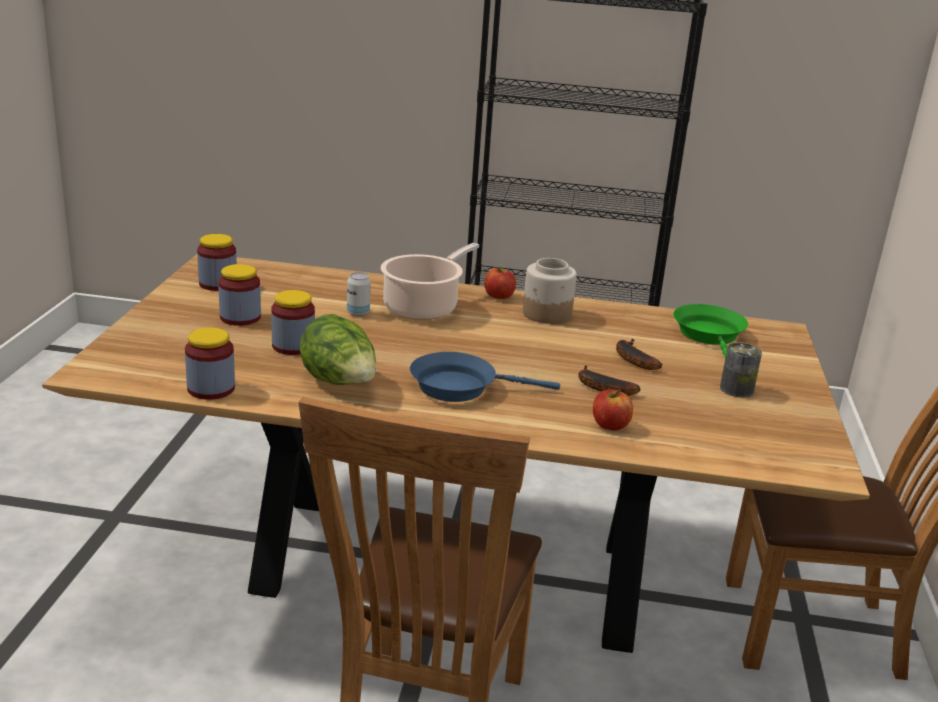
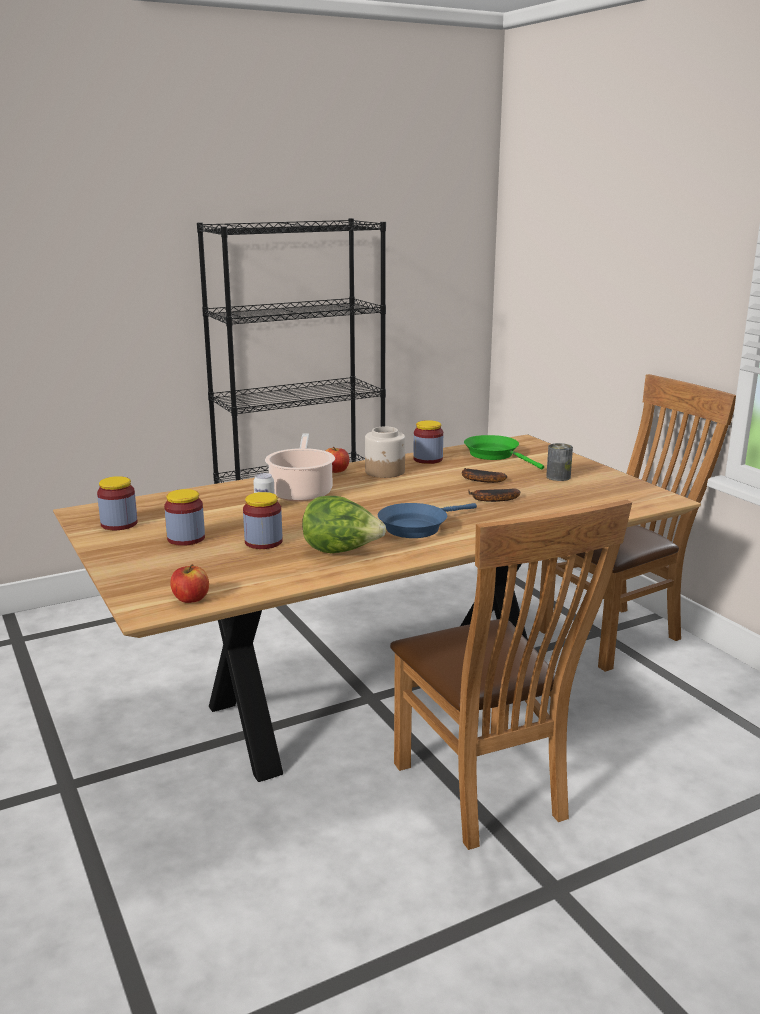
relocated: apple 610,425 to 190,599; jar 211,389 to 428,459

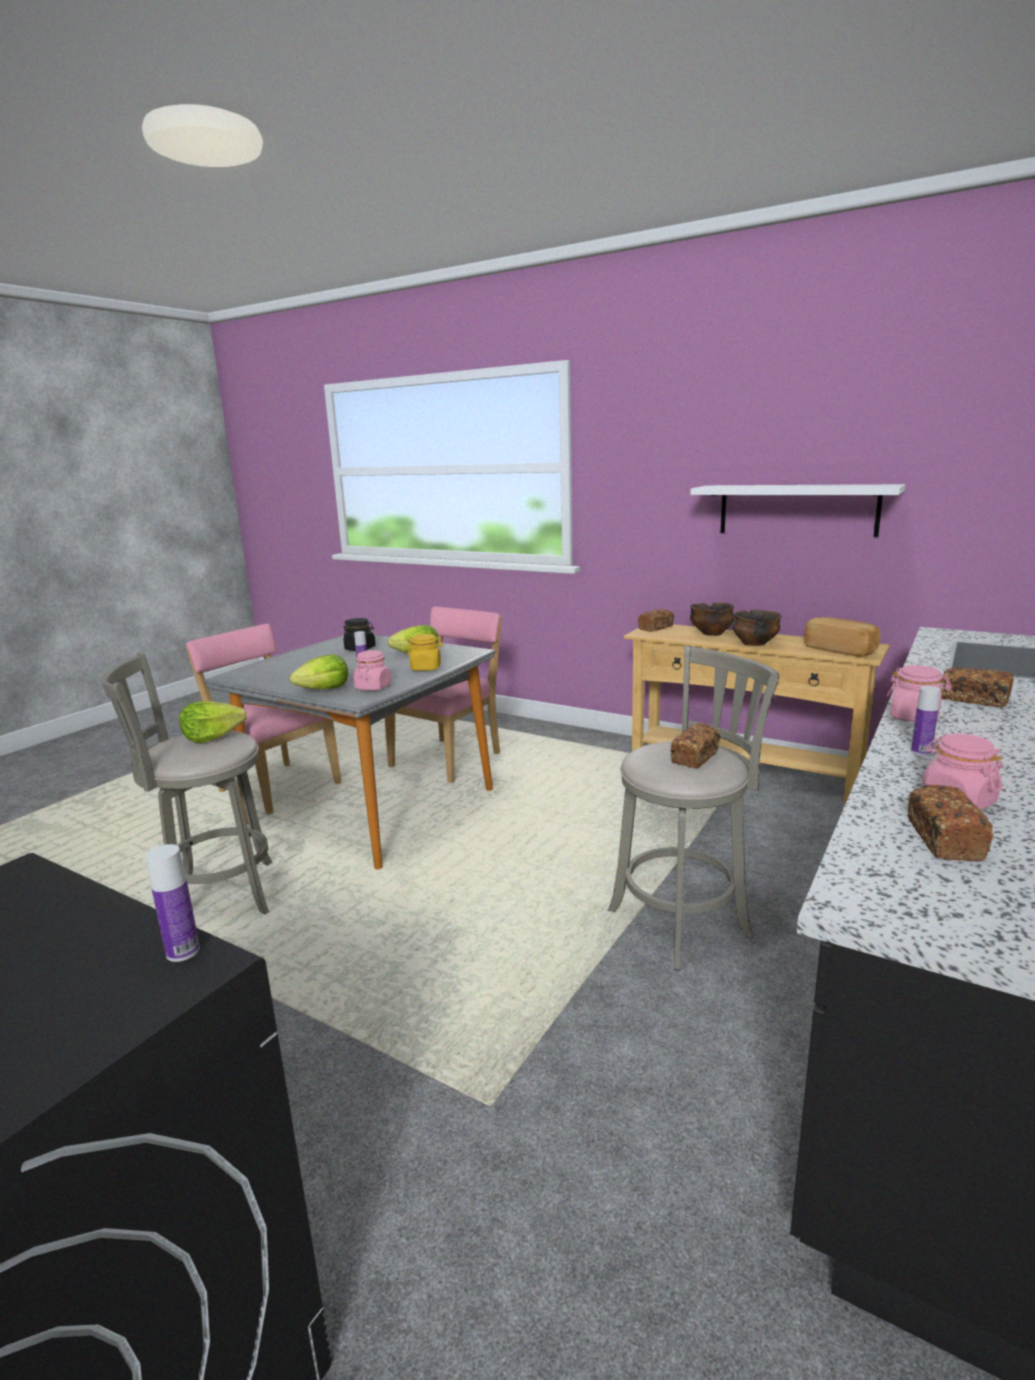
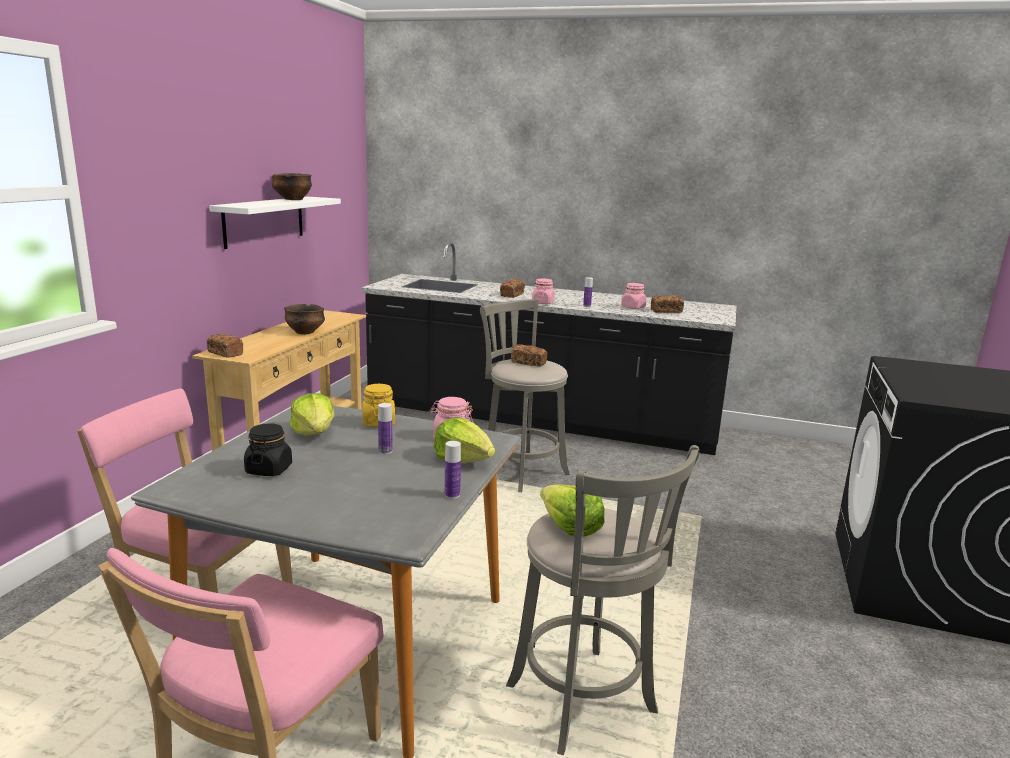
missing: bread 840,650
relocated: bowl 711,633 to 293,199; bottle 183,951 to 452,495

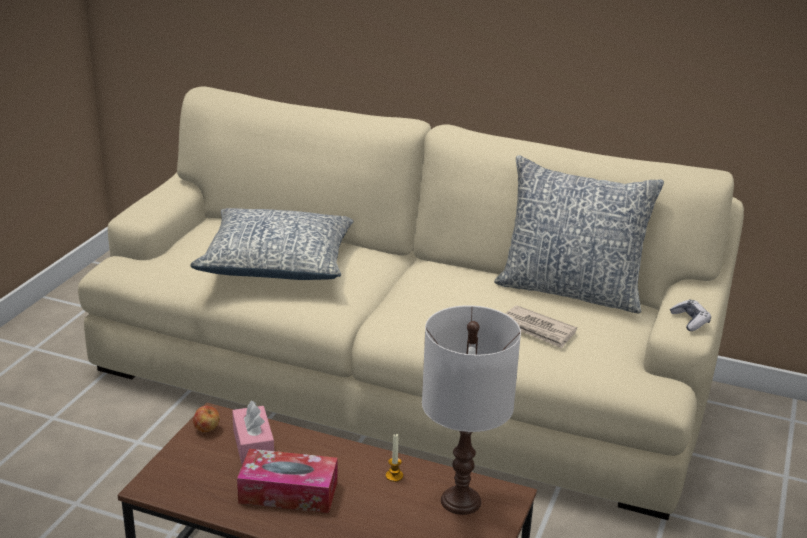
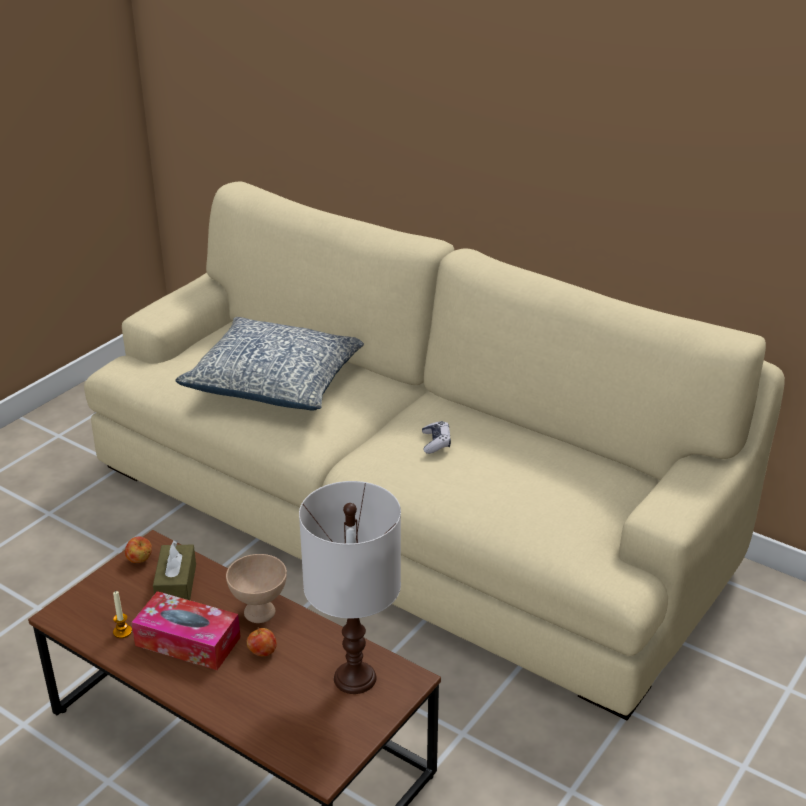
missing: pillow 570,290; newspaper 537,330
appeared: bowl/beige 259,613; apple 262,652
relocated: candle 394,476 to 122,632; game controller 690,321 to 436,442
colour: tissue box/pink 253,446 to tissue box/brown 176,584

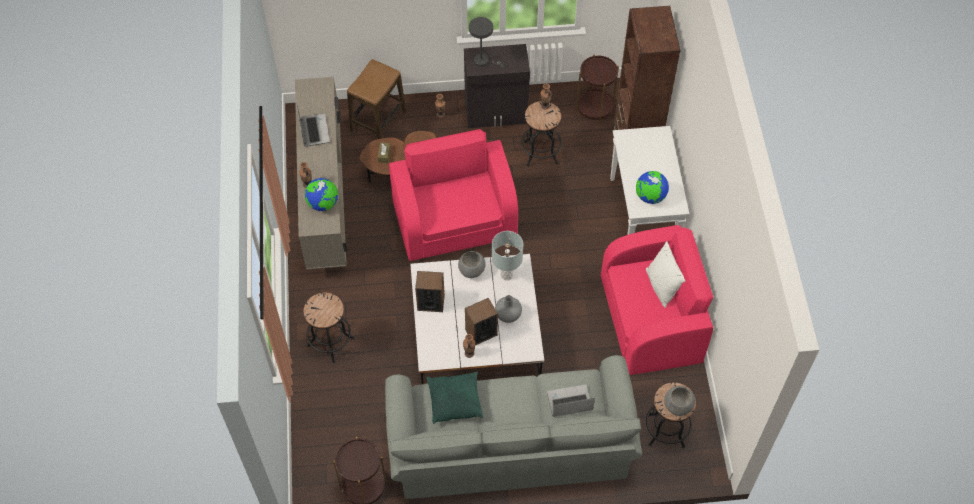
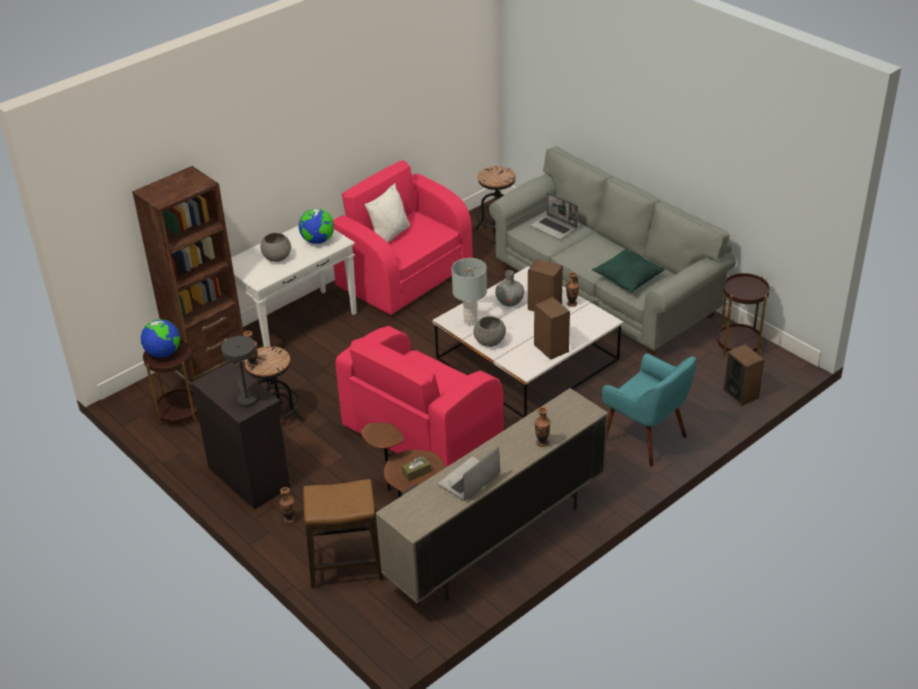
appeared: speaker 741,394
relocated: globe 323,204 to 163,353; bowl/grey 677,406 to 277,258
exchanged: stool/black 330,342 to armchair/turquoise 646,438

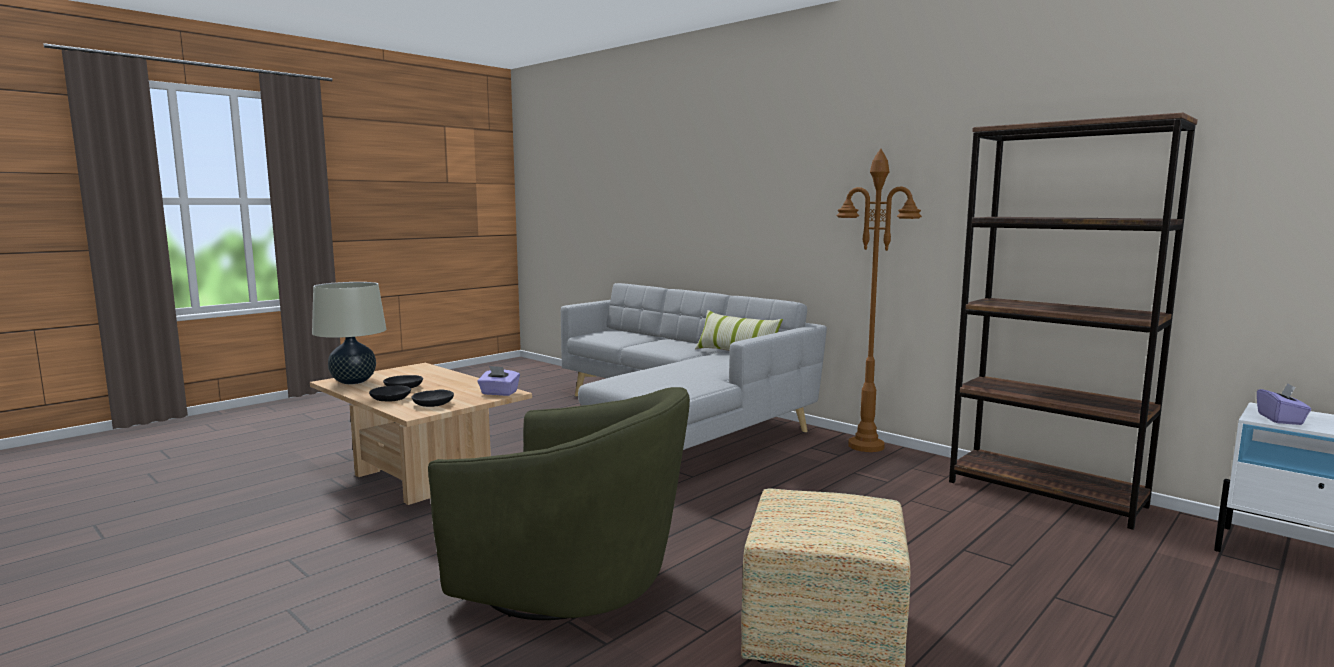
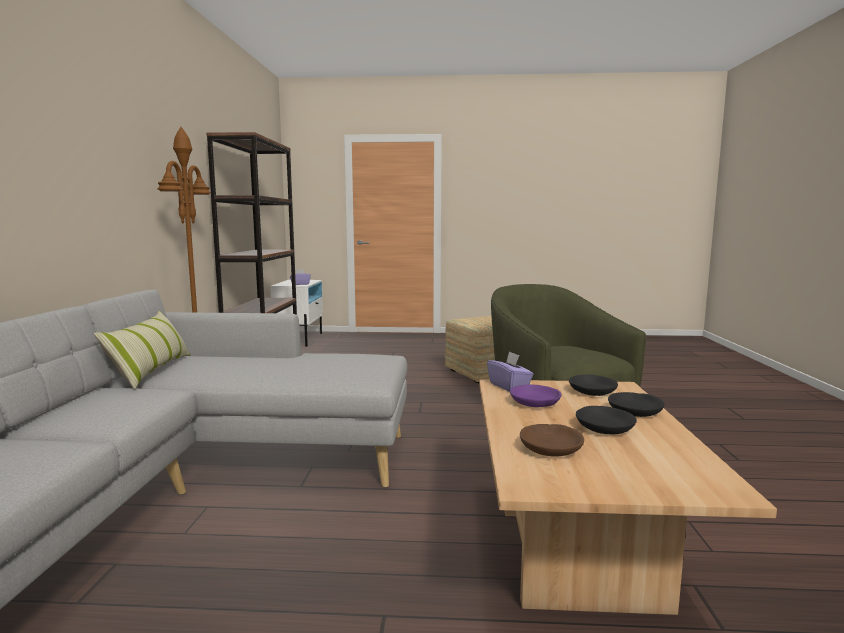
missing: table lamp/beige 353,381
appeared: bowl/purple 535,403; bowl/brown 551,449

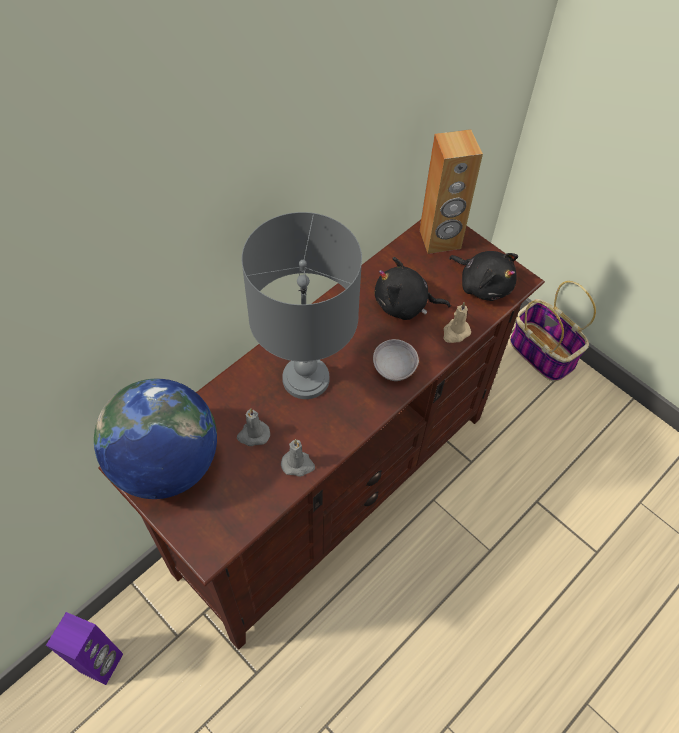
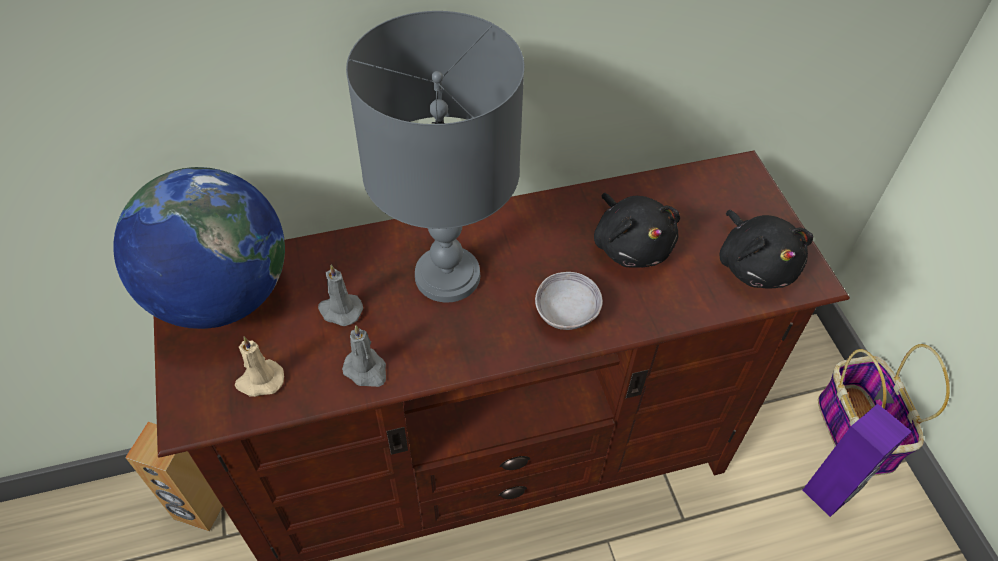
relocated: speaker/brown 440,240 to 200,509; candle/beige 455,332 to 259,381; speaker/purple 102,663 to 829,493
spun: plush toy/black 404,305 = 631,245 150 degrees counterclockwise

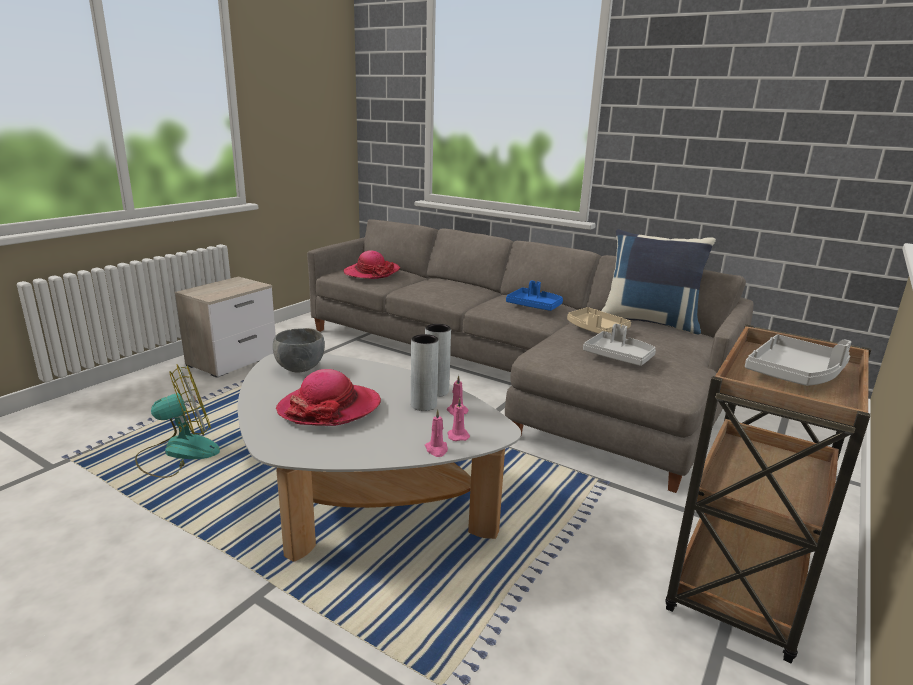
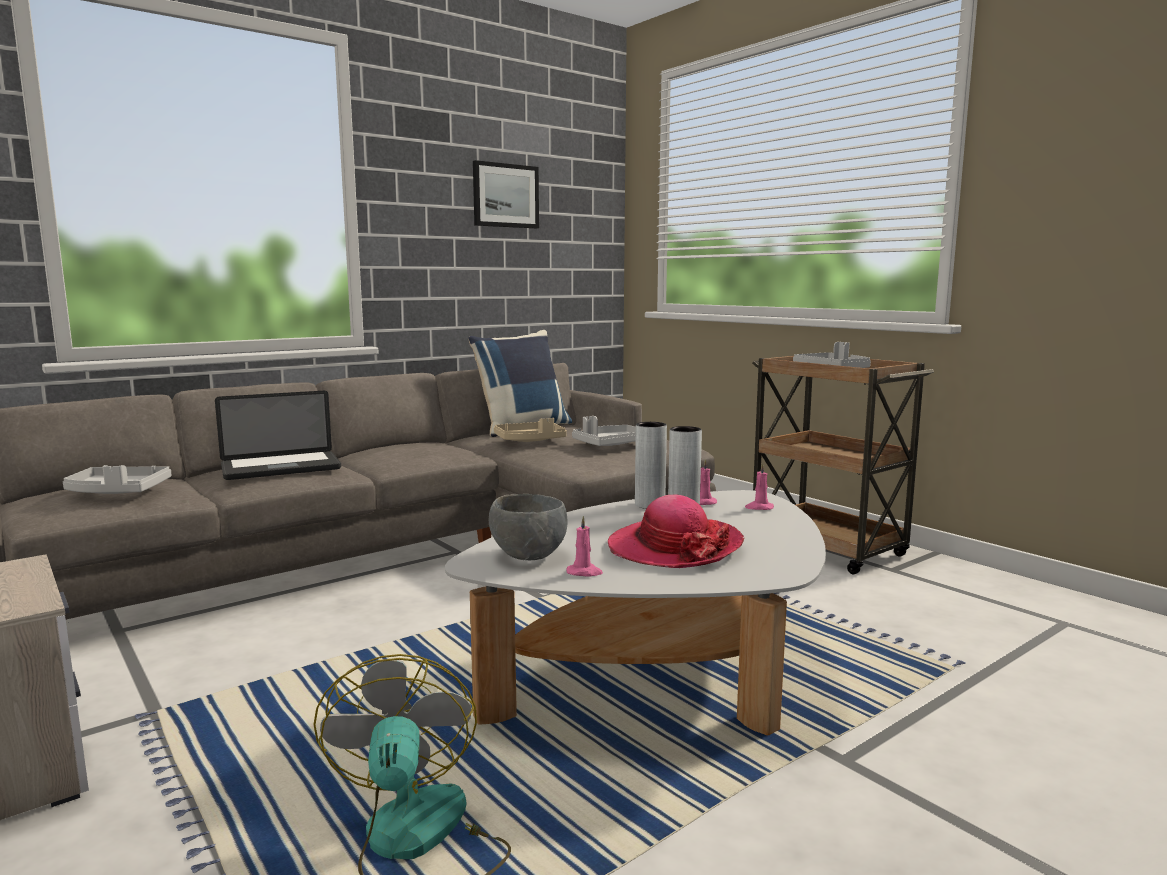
missing: tray/blue 534,306
appeared: laptop 281,468; picture 505,195
relocated: candle/pink 436,450 to 584,572
exchanged: hat 371,272 to tray/grey 117,492

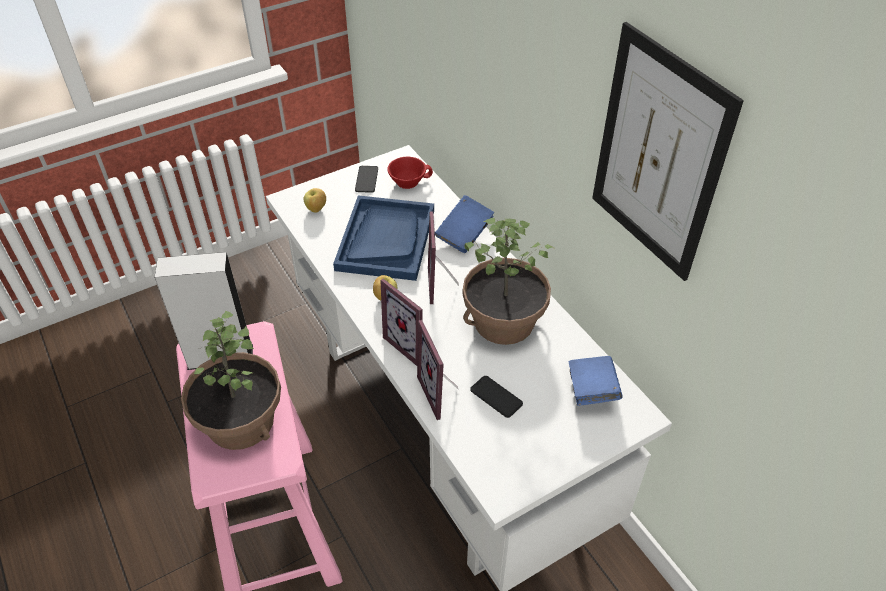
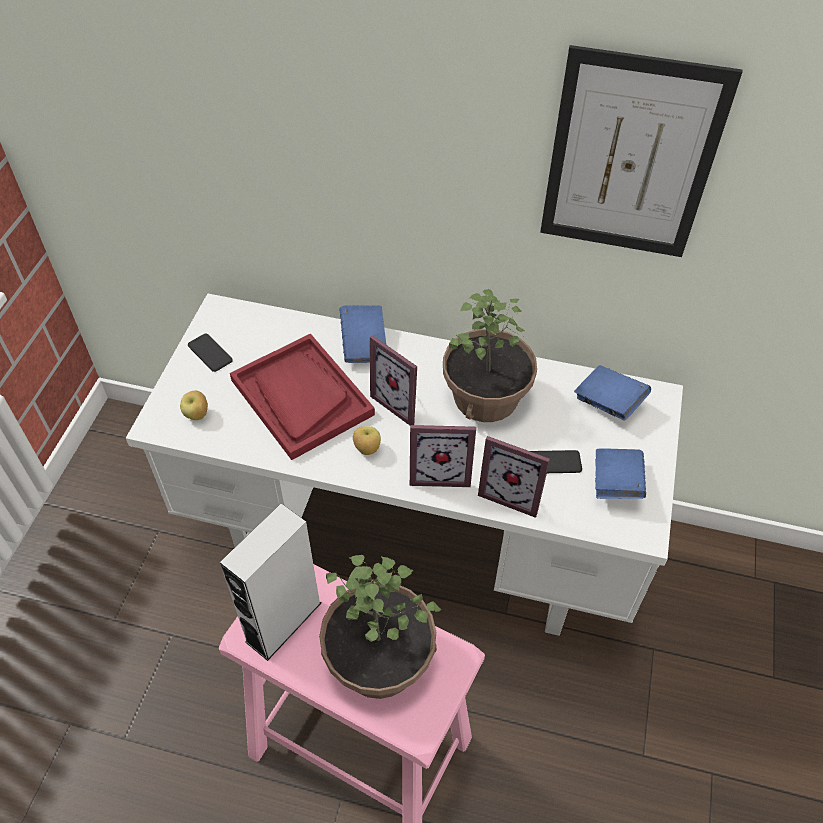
missing: cup/red 408,180
appeared: book/blue 616,483
colour: tray/blue 385,239 to tray/red 301,397

